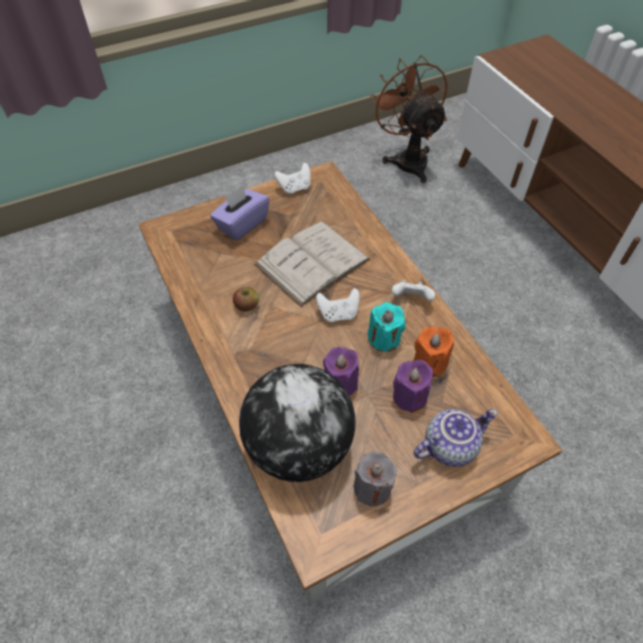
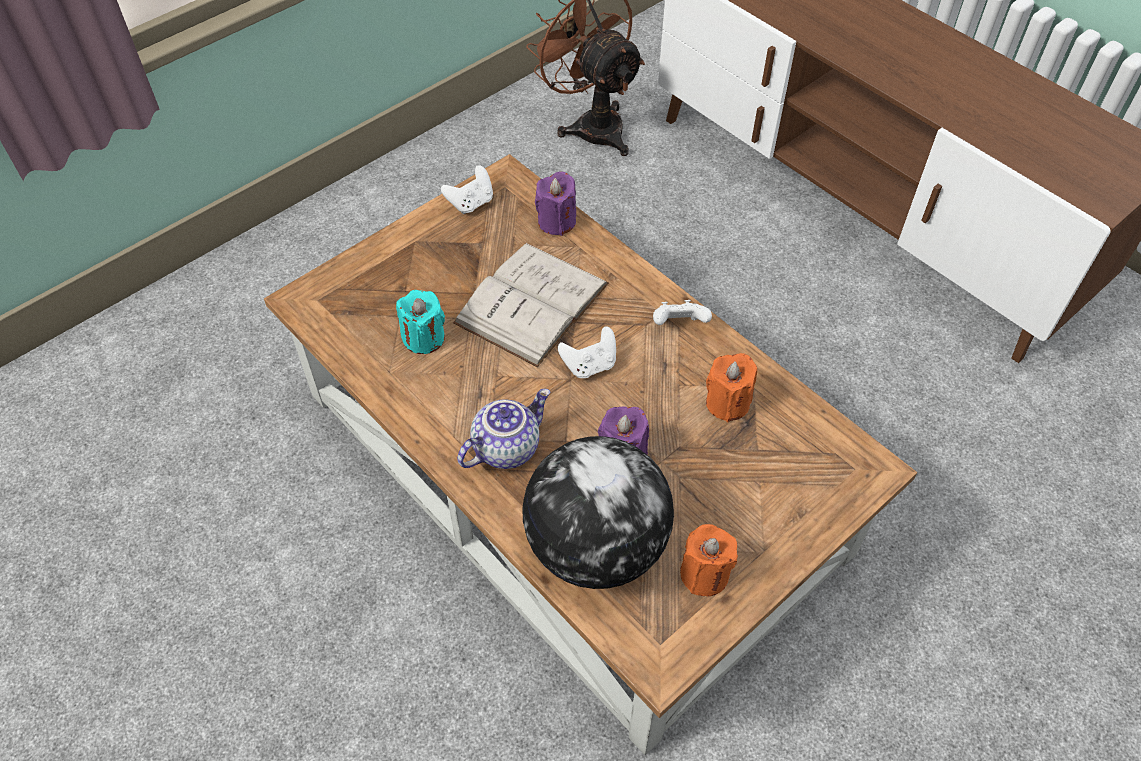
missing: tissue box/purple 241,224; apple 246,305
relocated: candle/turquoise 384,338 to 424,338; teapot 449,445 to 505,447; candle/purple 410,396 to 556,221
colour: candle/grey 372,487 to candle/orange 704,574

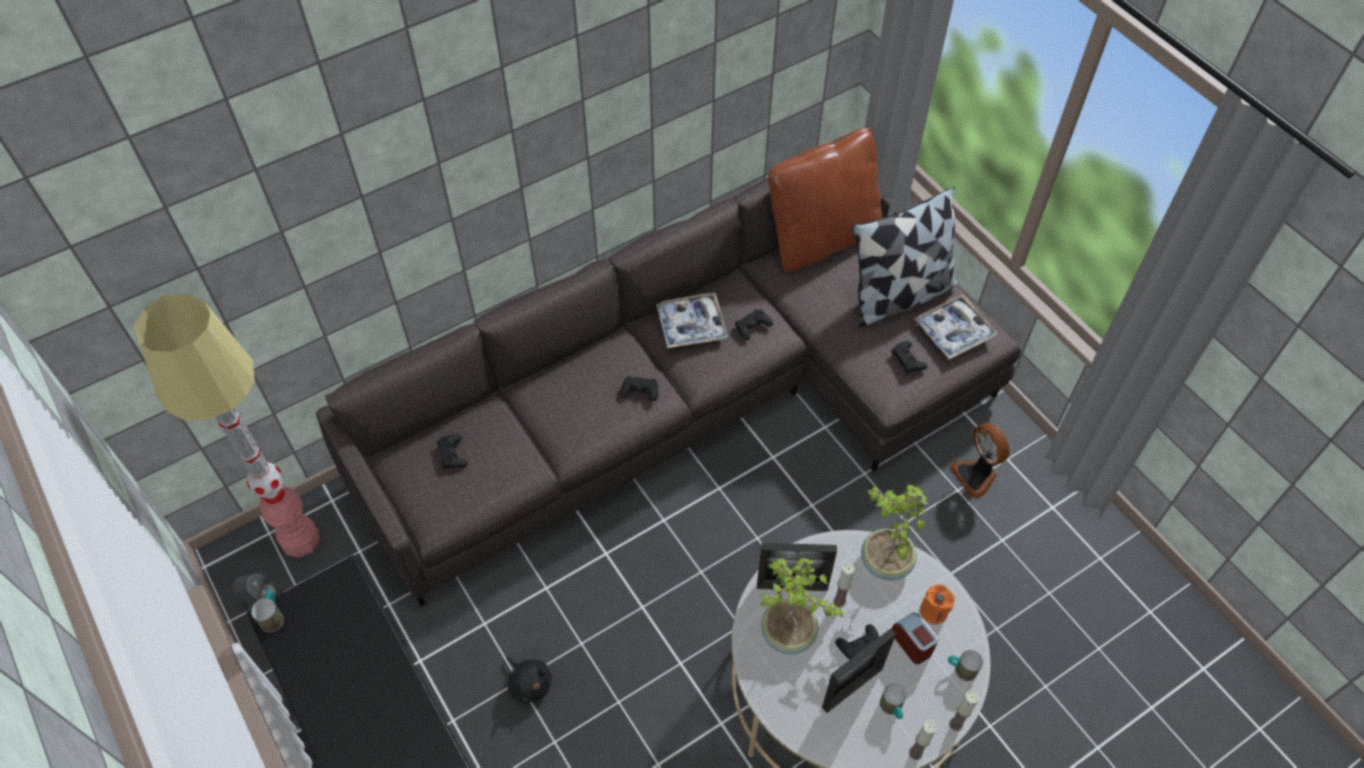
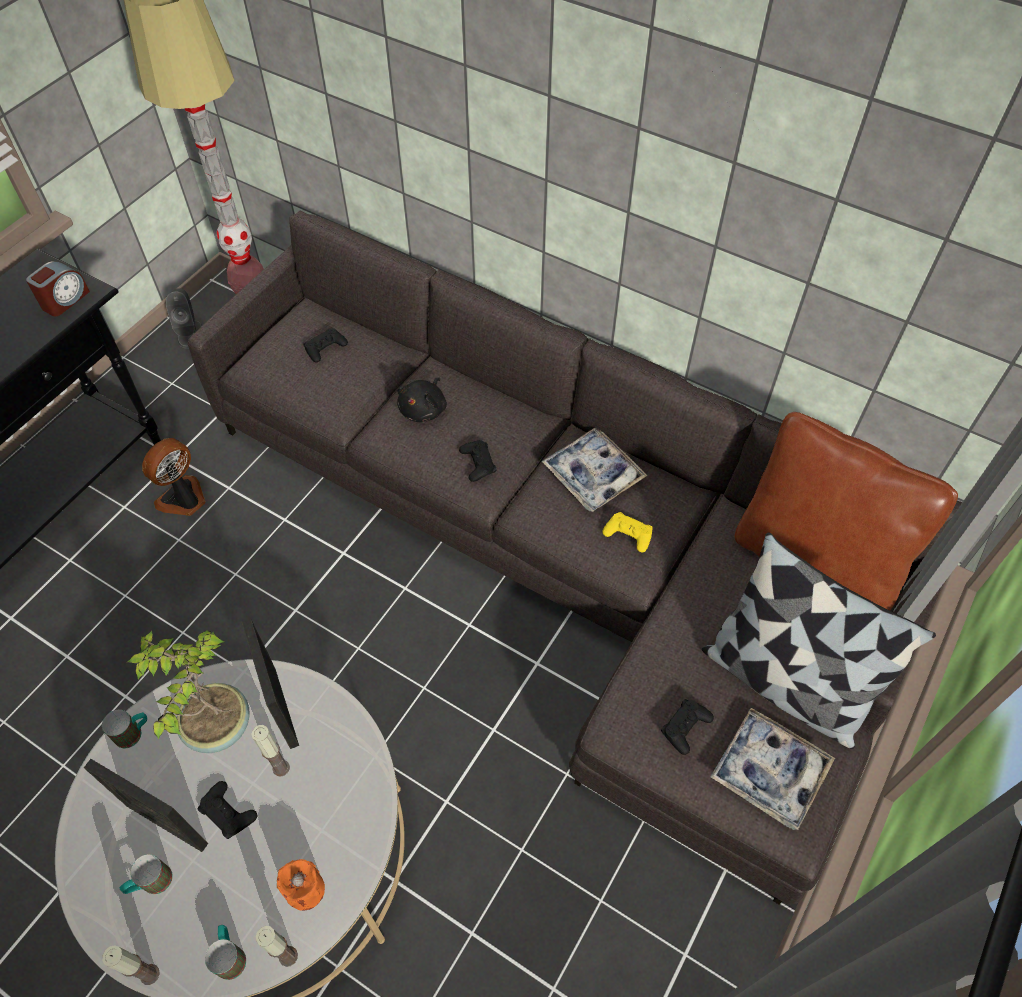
missing: potted plant 884,562
relocated: alarm clock 912,643 to 65,300; mug 273,616 to 134,733; fan 976,475 to 184,499; candle 916,753 to 288,956; plush toy/black 529,683 to 424,409
colour: game controller/black 752,326 to game controller/yellow 628,534

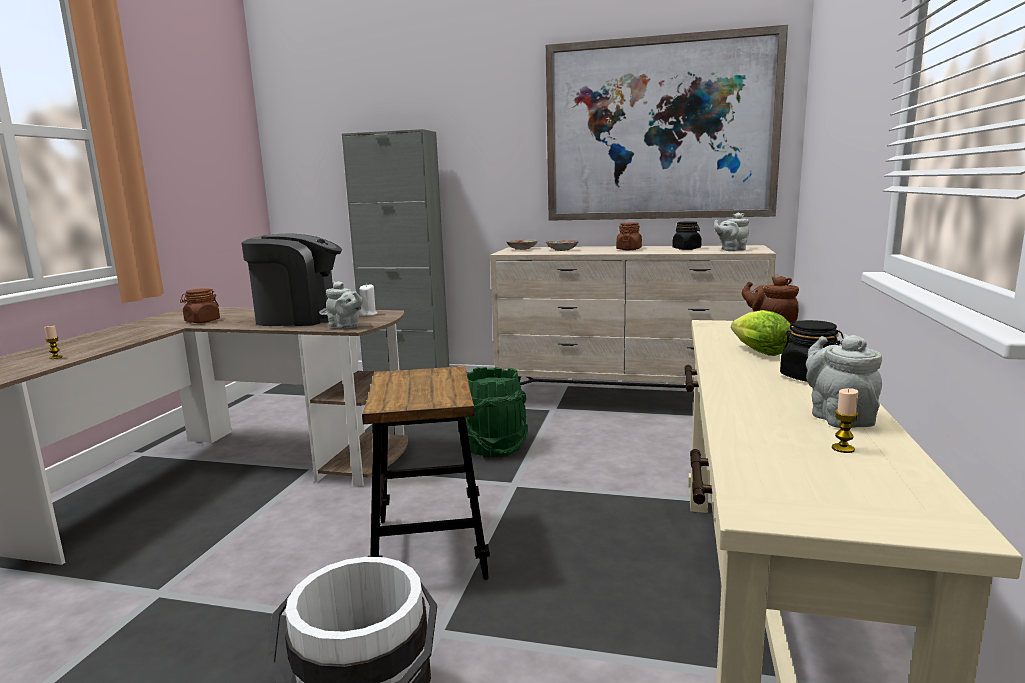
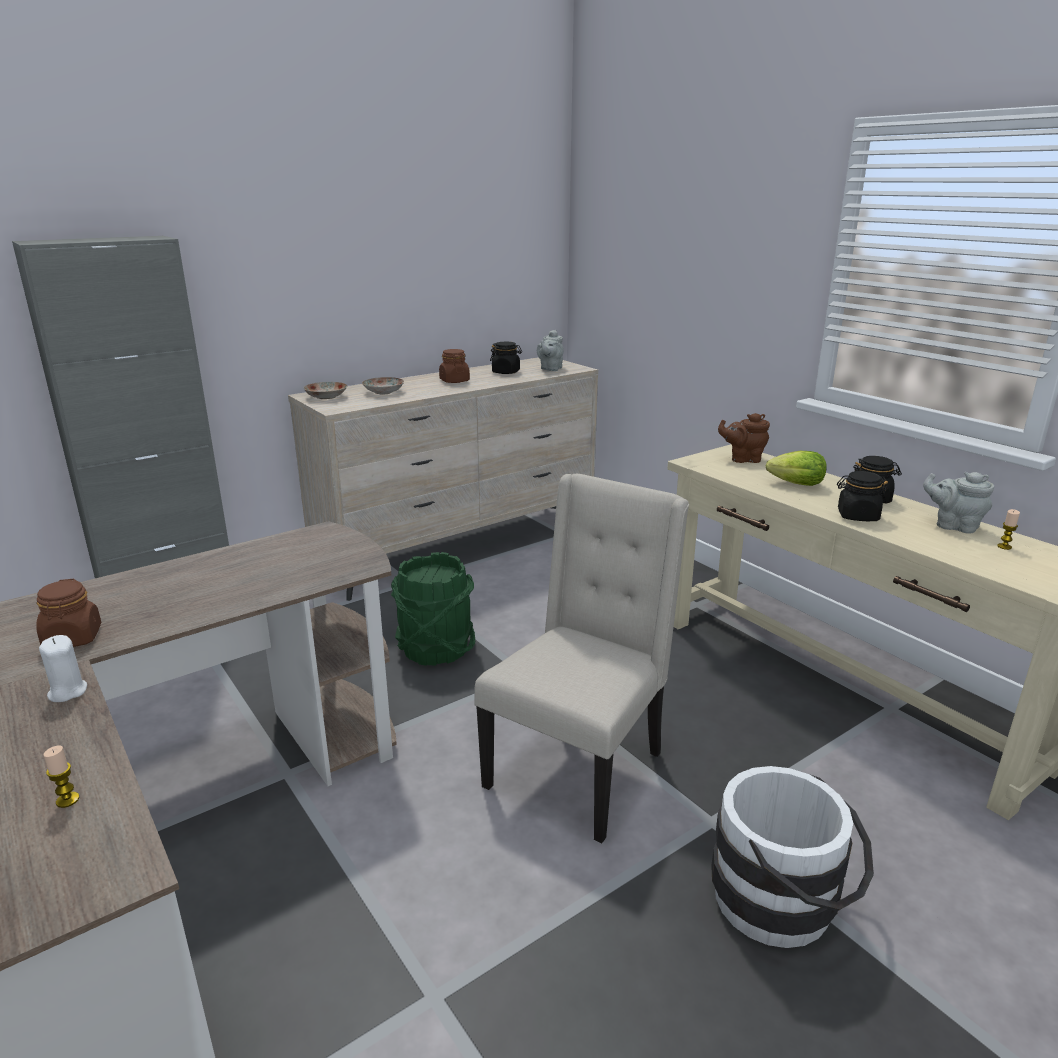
missing: coffee machine 300,318; teapot/grey 346,326; picture 659,130
appeared: jar/black 857,516
relocated: candle/white 368,314 to 67,692
exchanged: stool 430,548 to chair/beige 578,769

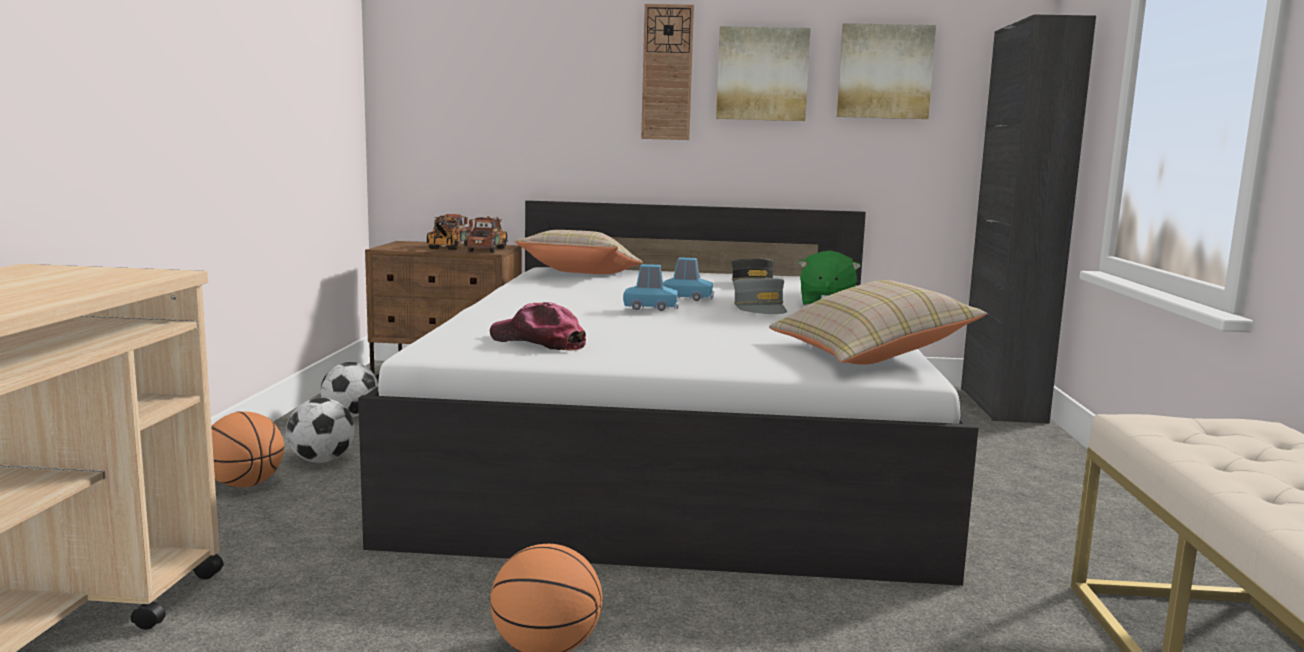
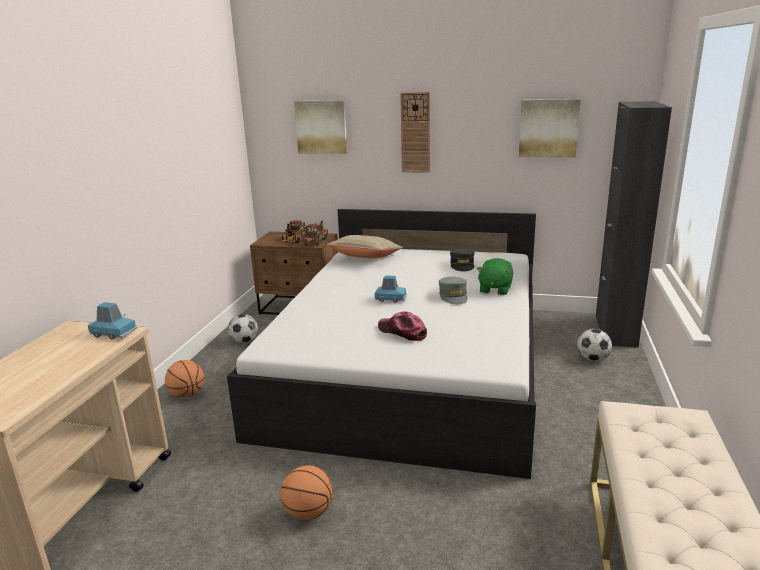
missing: pillow/beige 869,354
relocated: toy car/blue 687,298 to 114,333; picture 762,74 to 321,127; cap 538,342 to 402,332; football 322,460 to 592,359

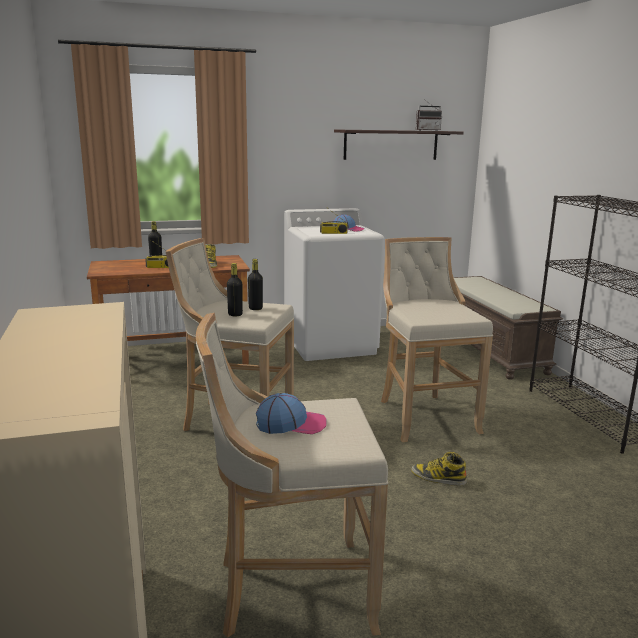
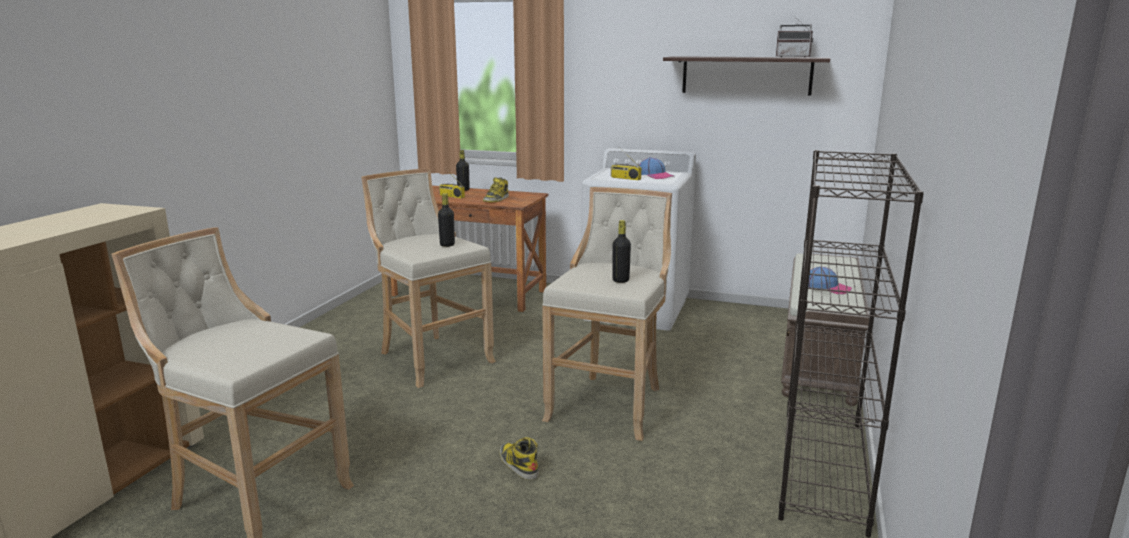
relocated: bottle/black 235,314 to 620,280; cap 291,423 to 827,287

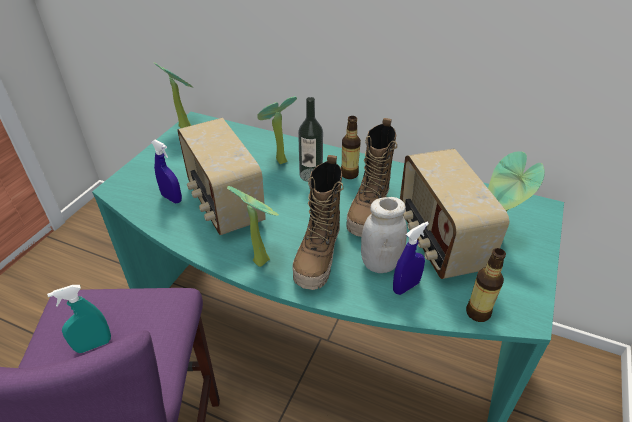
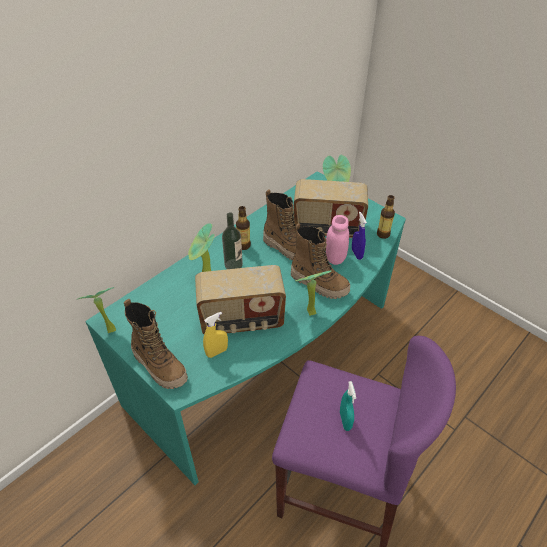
appeared: boot 160,366
colour: spray bottle/blue 172,198 to spray bottle/yellow 217,352; jar/white 380,263 to jar/pink 335,258

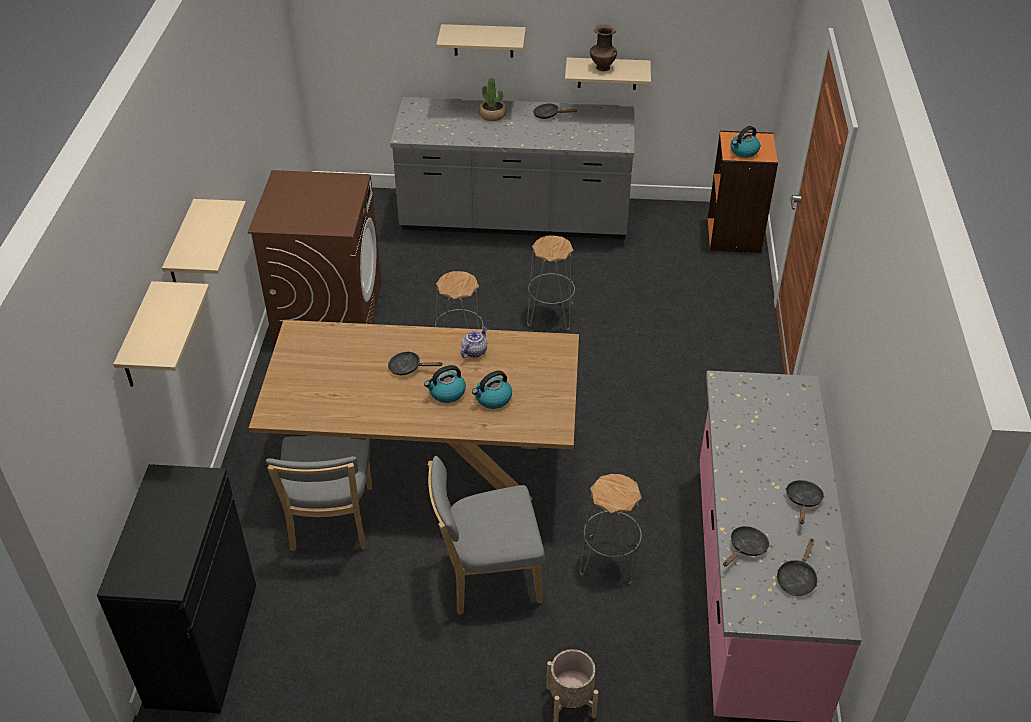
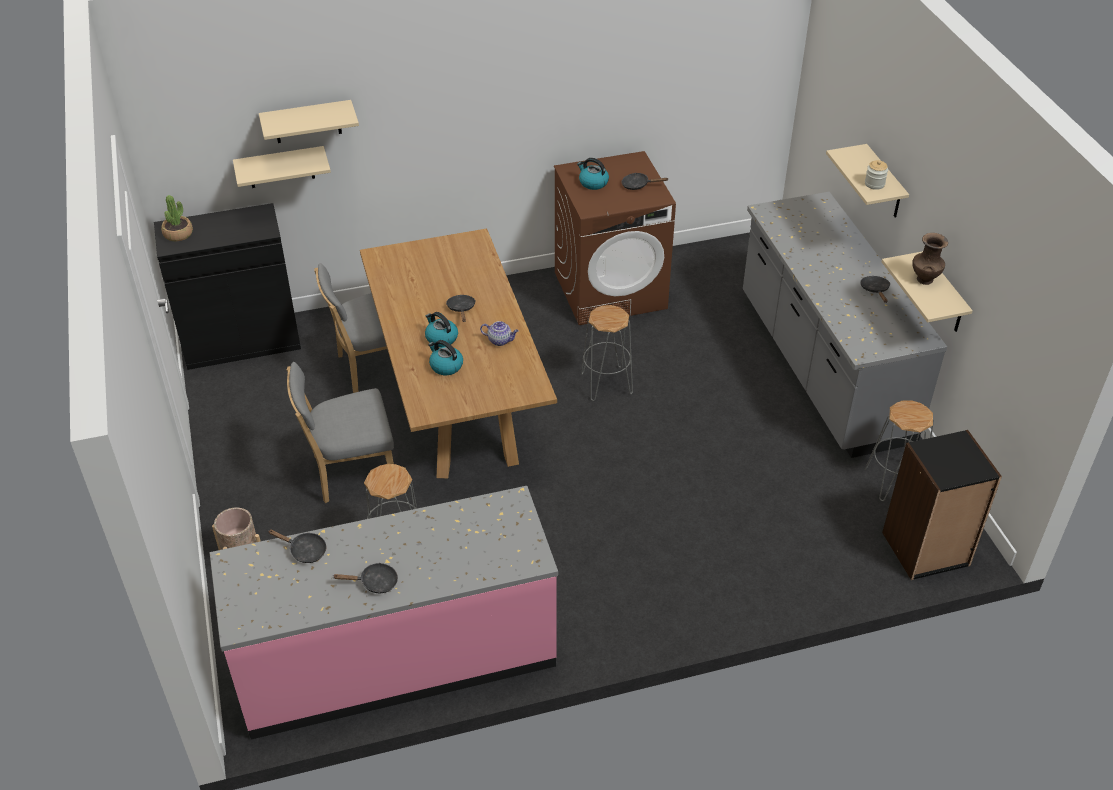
appeared: jar 874,184
relocated: potted plant 493,115 to 178,234; shelf/beige 182,249 to 281,167; kettle 744,151 to 593,183; frying pan/black 797,578 to 638,185; stool/grey 550,315 to 893,481
colour: bookcase/orange 735,235 to bookcase/black 926,550
spun: chair/grey 487,577 = 350,473 75 degrees counterclockwise

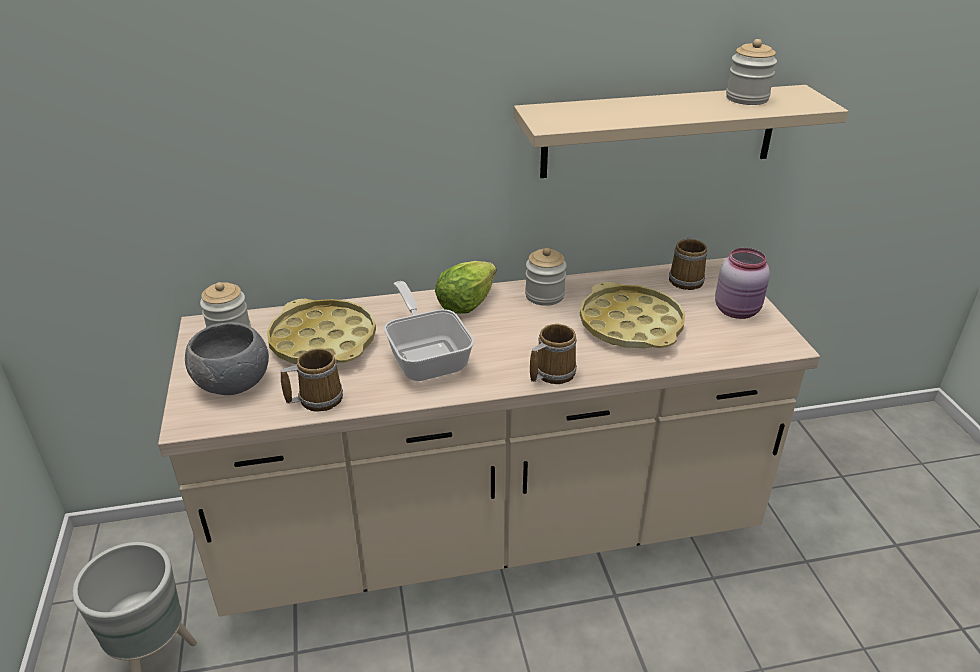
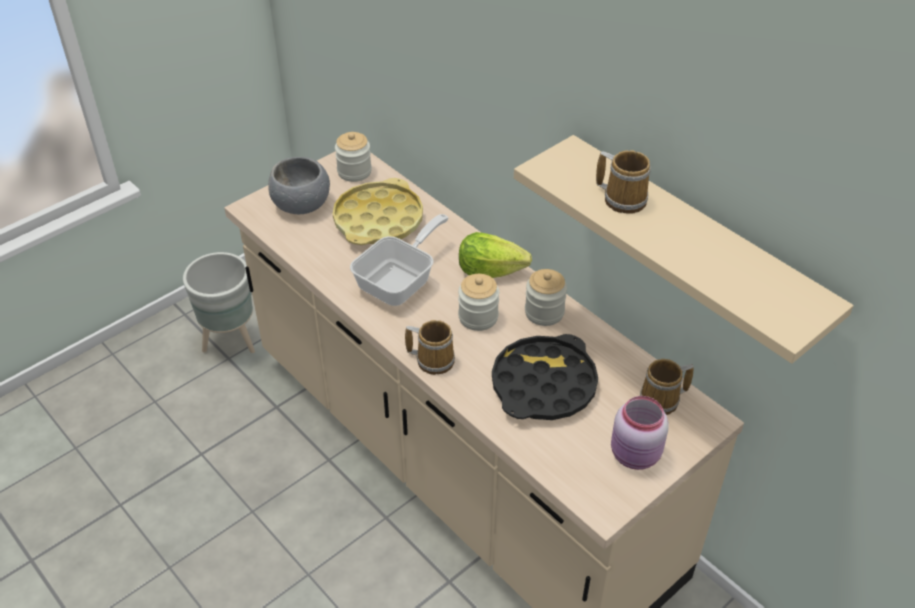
relocated: jar 747,98 to 478,317; mug 317,398 to 623,198
colour: tray/yellow 630,325 to tray/black 543,385

